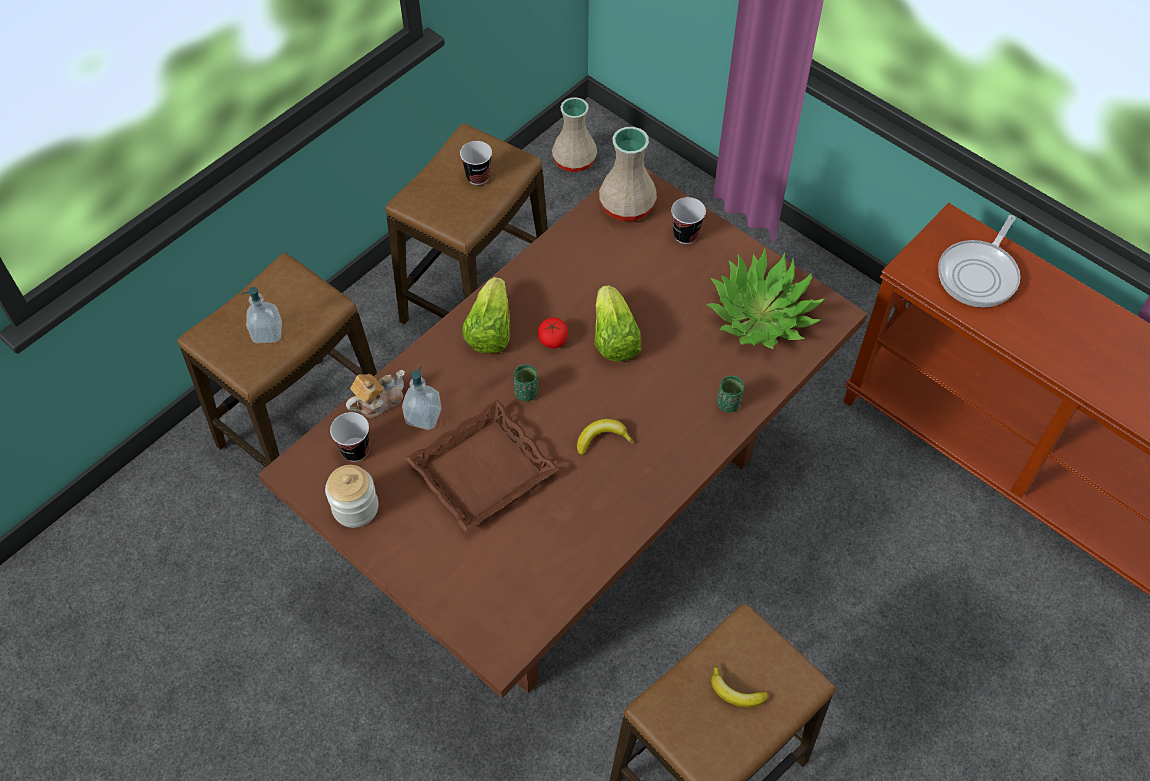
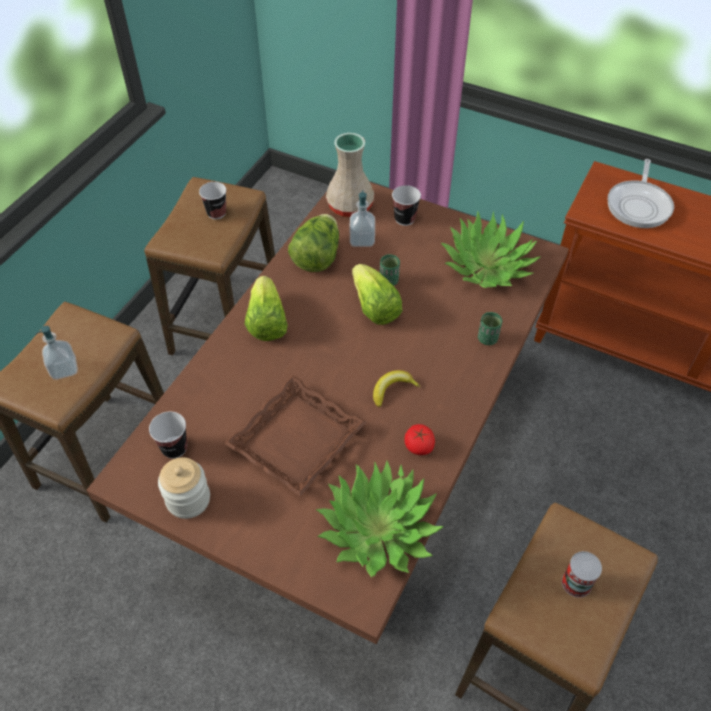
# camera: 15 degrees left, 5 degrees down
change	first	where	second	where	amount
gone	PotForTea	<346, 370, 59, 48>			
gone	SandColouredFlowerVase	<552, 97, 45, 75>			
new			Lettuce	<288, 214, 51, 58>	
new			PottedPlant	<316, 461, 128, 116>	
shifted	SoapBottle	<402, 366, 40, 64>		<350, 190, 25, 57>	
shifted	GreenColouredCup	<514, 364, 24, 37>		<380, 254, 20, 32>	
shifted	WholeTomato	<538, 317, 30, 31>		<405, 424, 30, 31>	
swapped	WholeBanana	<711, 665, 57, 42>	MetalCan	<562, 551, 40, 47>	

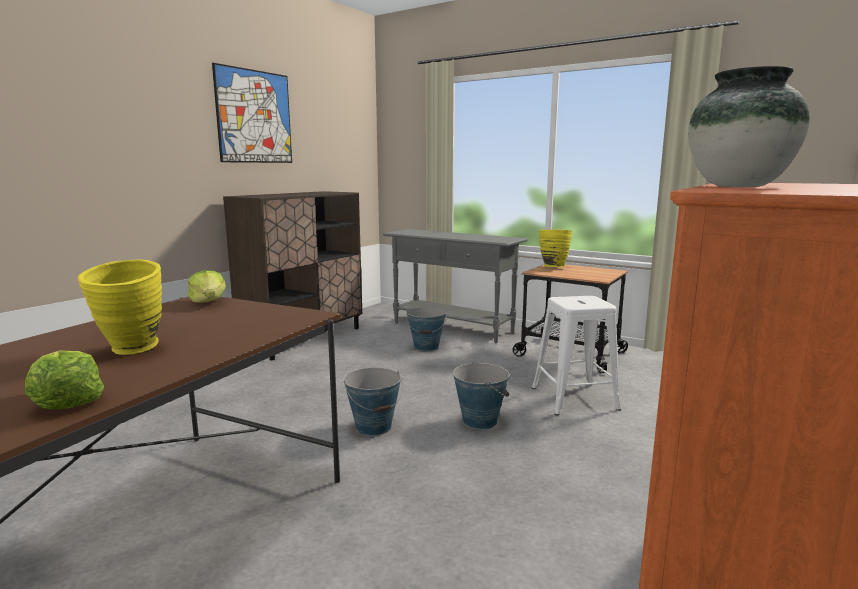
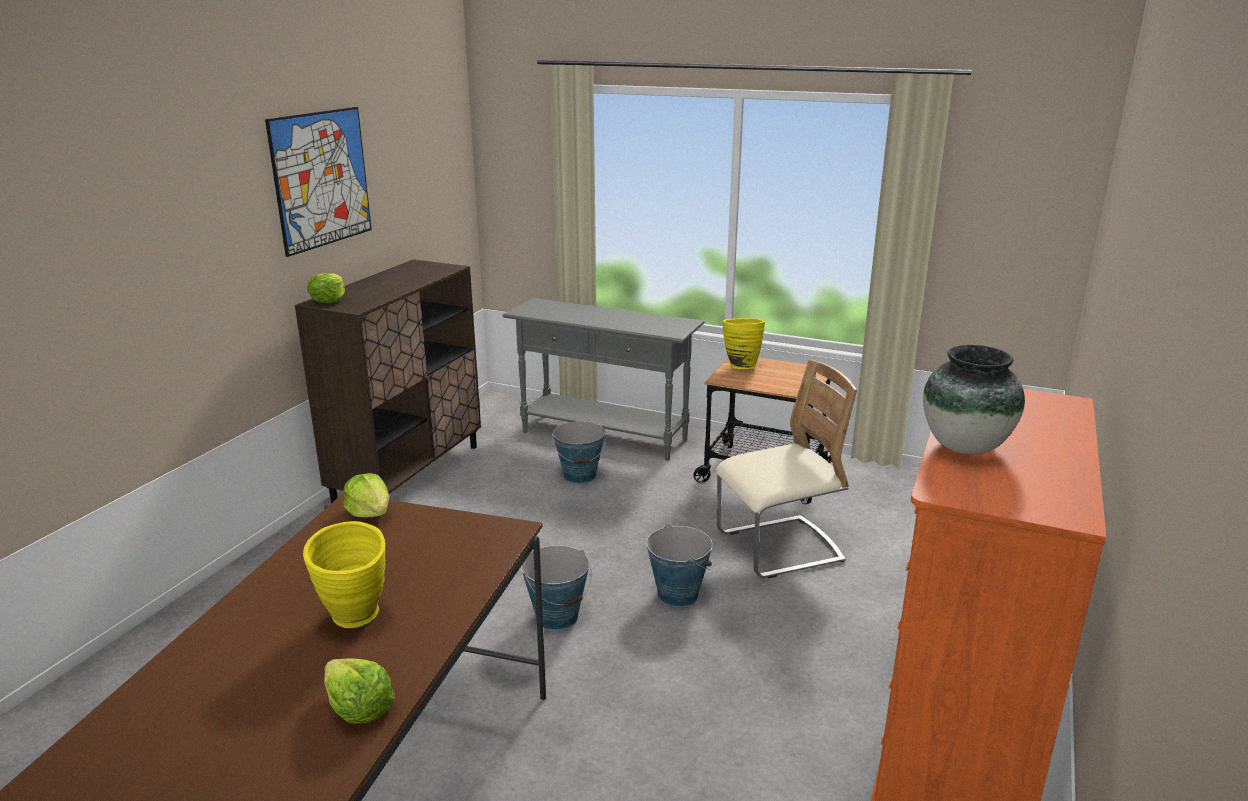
# camera: 10 degrees left, 10 degrees up
change	first	where	second	where	amount
new			Lettuce	<307, 273, 38, 30>	
swapped	WhiteStool	<532, 296, 89, 120>	SandColouredUprightChair	<716, 360, 141, 218>	

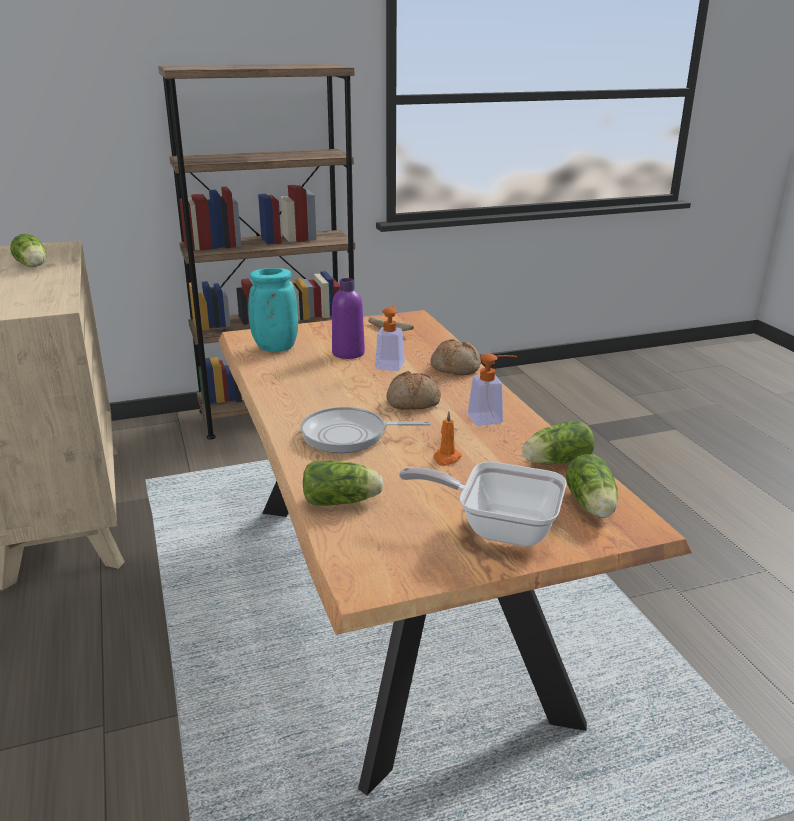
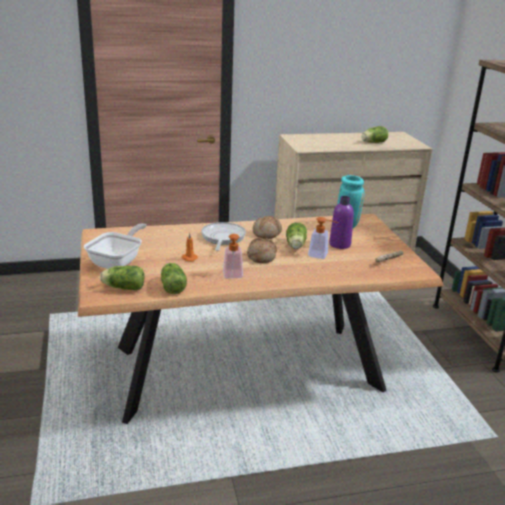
# camera: 95 degrees right, 0 degrees up
change	first	where	second	where	amount
shifted	Lettuce	<303, 461, 81, 45>		<286, 222, 21, 27>	
shifted	BakedBread	<431, 339, 50, 36>		<253, 216, 29, 23>	

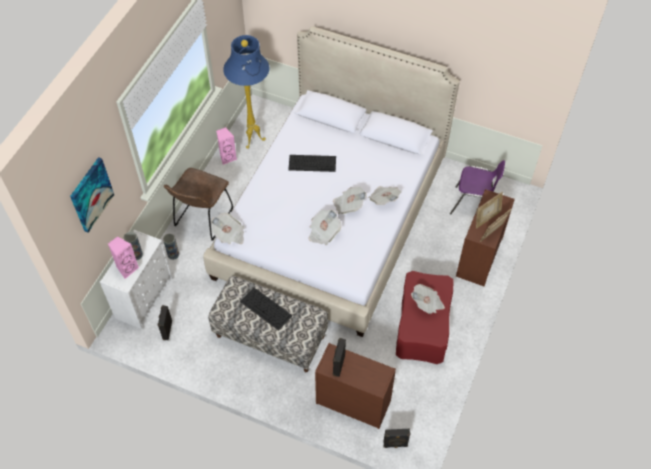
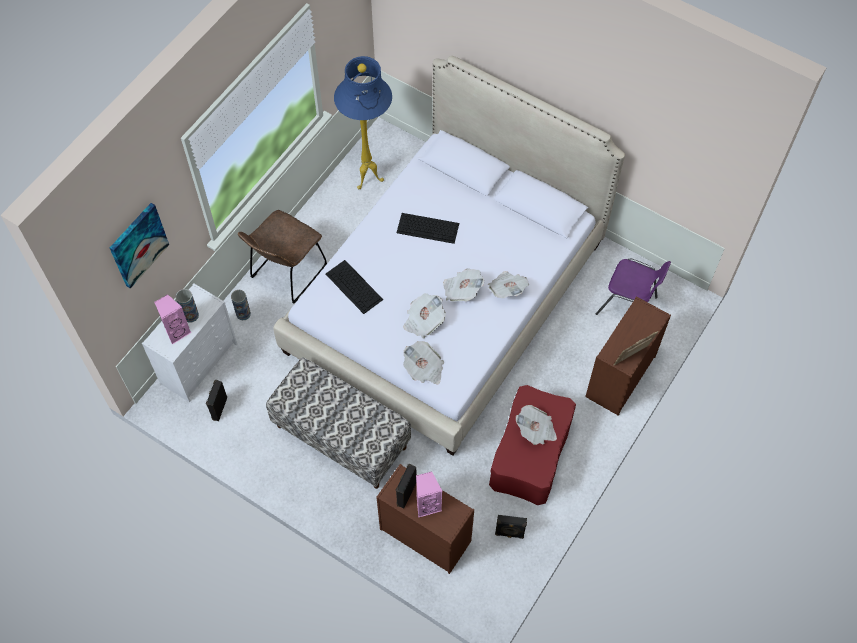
# camera: 10 degrees right, 5 degrees up
change	first	where	second	where	amount
gone	PictureFrame	<476, 192, 27, 36>			
shifted	DailyPaper	<211, 213, 33, 31>		<403, 341, 41, 43>	
shifted	PinkishLoudspeaker	<216, 127, 21, 38>		<416, 472, 26, 46>	
shifted	Keyboard	<240, 288, 53, 43>		<326, 260, 57, 54>	
shifted	BlackLoudspeaker	<383, 429, 28, 19>		<495, 515, 32, 24>	

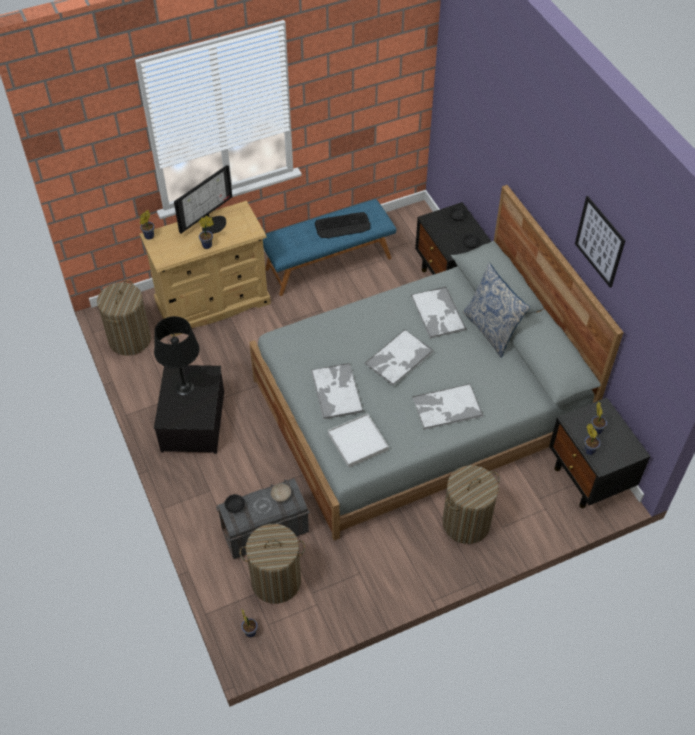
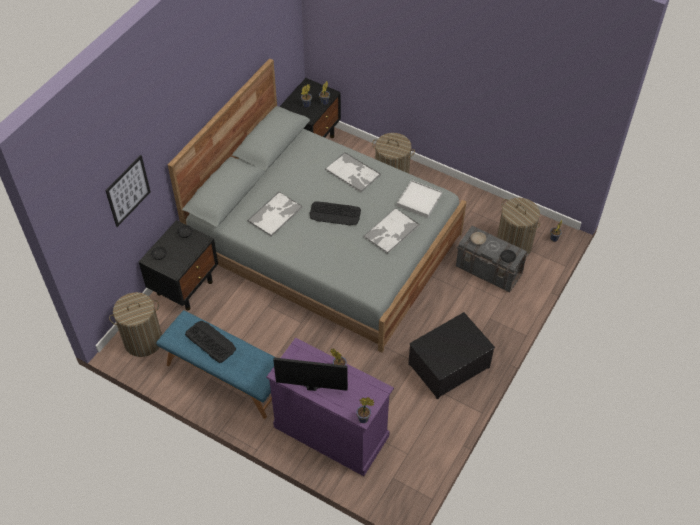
# camera: 125 degrees left, 0 degrees up
change	first	where	second	where	amount
gone	BlackTableLamp	<154, 316, 45, 80>			
gone	Pillow	<463, 263, 67, 95>			
shifted	Hamper	<97, 280, 54, 76>		<109, 292, 53, 65>	
shifted	WallArt	<575, 196, 50, 92>		<105, 155, 46, 72>	
swapped	ServingTray	<365, 330, 69, 56>	Keyboard	<309, 201, 52, 24>	
repainted	SandColouredChestOfDrawers	<139, 201, 132, 136>	PurplishChestOfDrawers	<266, 338, 128, 138>	

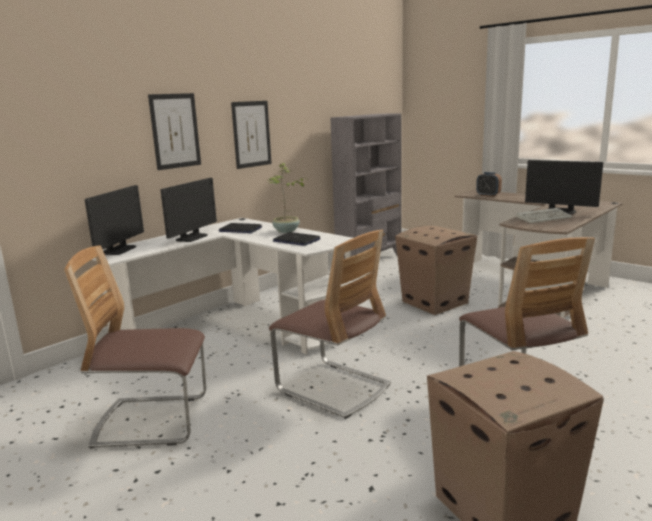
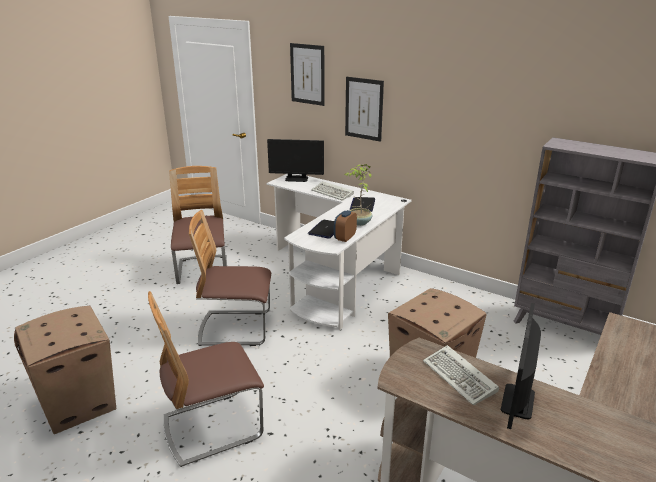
# camera: 80 degrees right, 10 degrees up
change	first	where	second	where	amount
shifted	WallArt	<231, 101, 41, 68>		<290, 43, 35, 63>	
shifted	TableClock	<476, 172, 26, 25>		<334, 210, 23, 32>	
swapped	ComputerScreen	<161, 178, 56, 64>	Keyboard	<311, 181, 43, 20>	
rotated	UprightChair	<269, 230, 122, 189>		<189, 210, 82, 136>	60 degrees clockwise

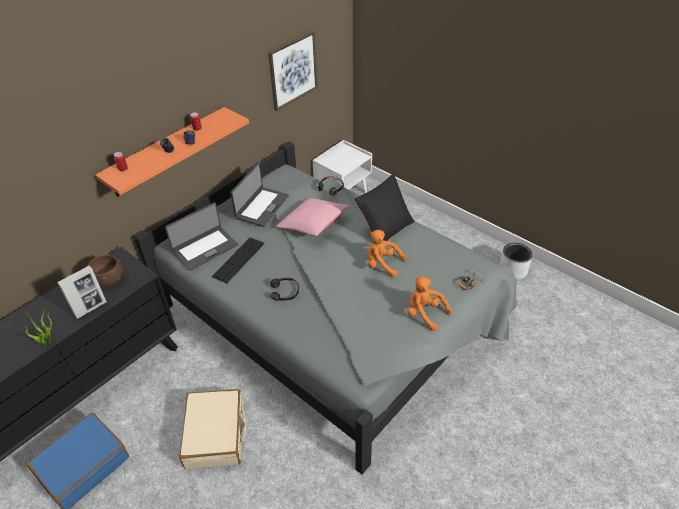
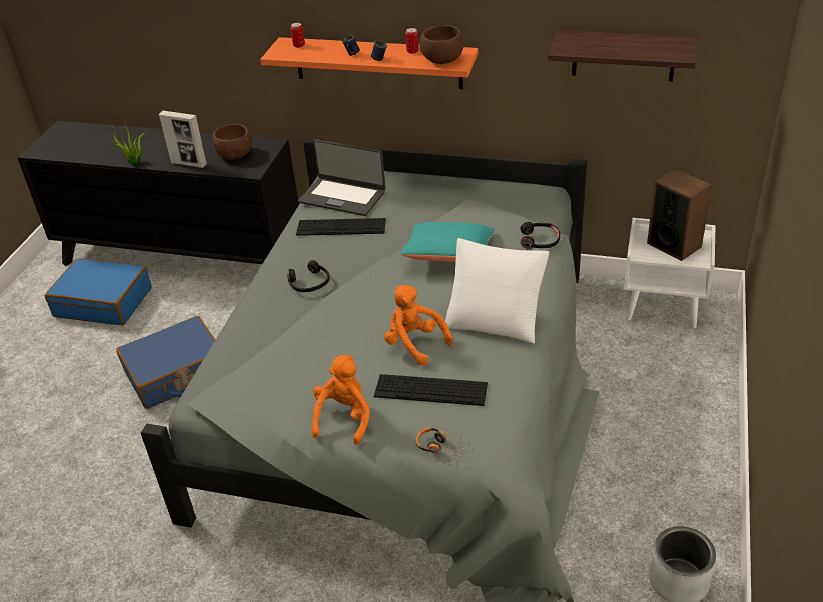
# camera: 65 degrees right, 5 degrees down
change	first	where	second	where	amount
gone	Laptop	<230, 163, 59, 64>			
new			Keyboard	<374, 374, 114, 32>	
new			BrownDeepDish	<420, 25, 43, 39>	
new			Loudspeaker	<647, 169, 65, 92>	
swapped	WallArt	<268, 31, 50, 80>	WallShelf	<548, 30, 149, 51>	
repainted	SandColouredTravelCase	<179, 389, 67, 80>	BlueColouredTravelCase	<116, 316, 99, 93>	
repainted	PinkishPillow	<276, 198, 73, 38>	BlueGreenPillow	<400, 222, 95, 40>	
repainted	BlackPillow	<355, 174, 60, 67>	WhitePillow	<445, 238, 104, 106>	
rotated	OrangeySoftToy	<367, 230, 39, 47>		<384, 285, 69, 81>	45 degrees counterclockwise

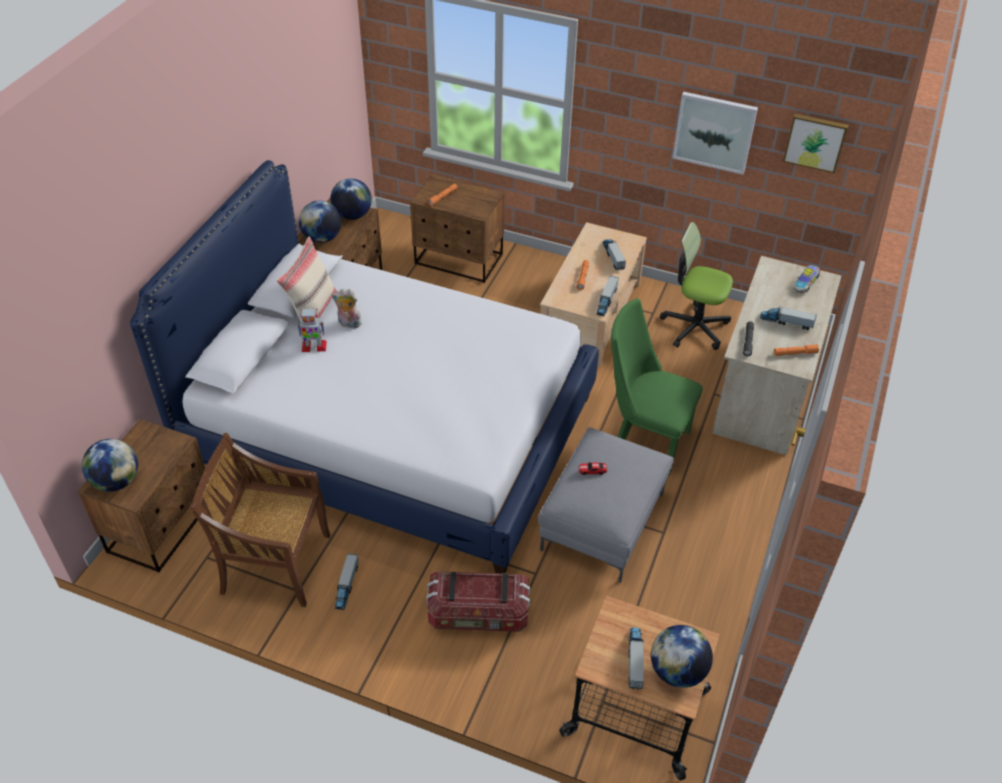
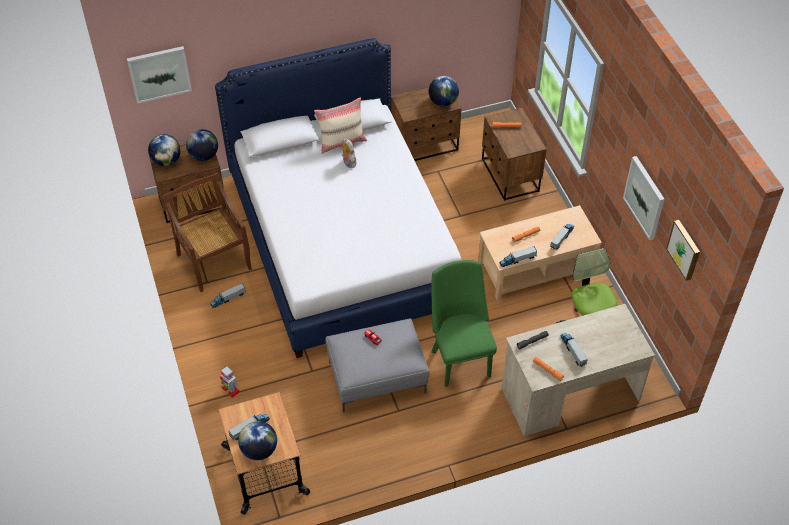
# camera: 50 degrees right, 5 degrees up
change	first	where	second	where	amount
gone	StorageBin	<426, 572, 104, 60>			
gone	ModelCar	<793, 265, 27, 28>			
new			WallArt	<127, 46, 65, 58>	
shifted	ToyRobot	<297, 309, 30, 43>		<220, 366, 20, 32>	
shifted	Globe	<299, 201, 42, 42>		<186, 129, 32, 32>	

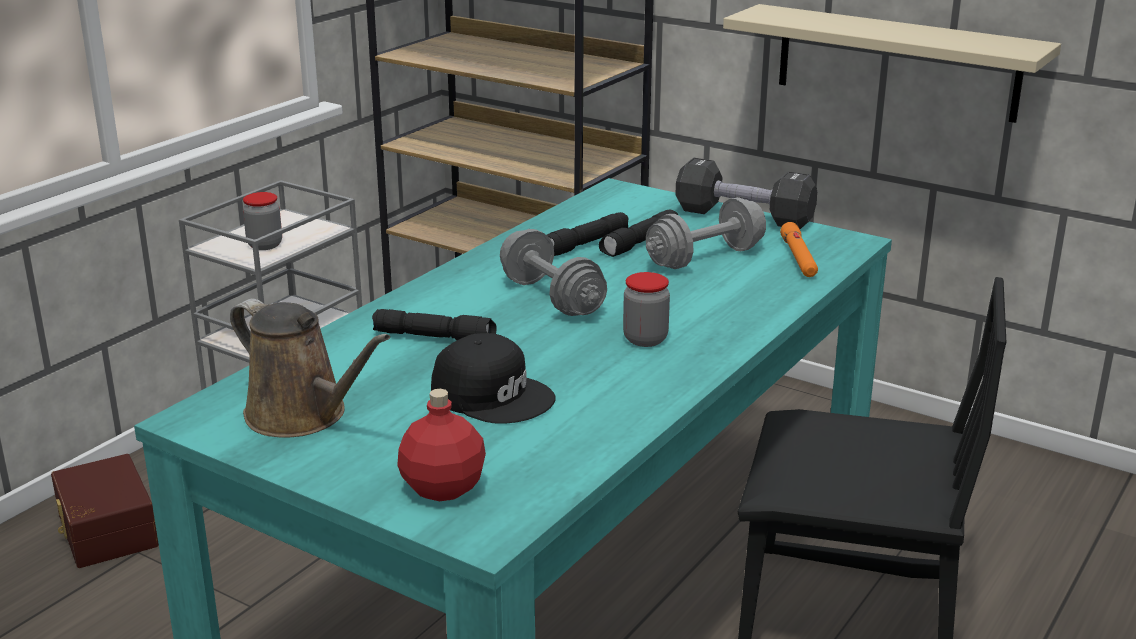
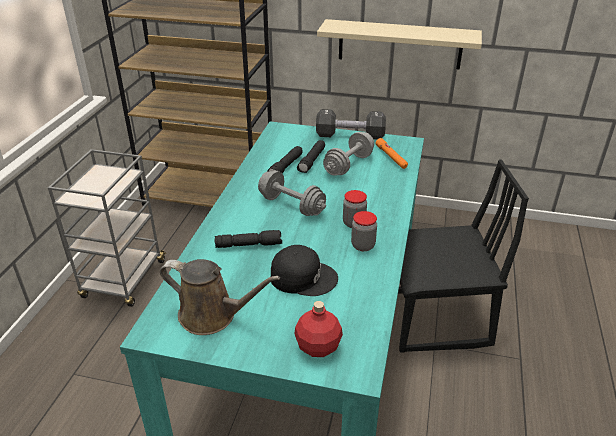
# camera: 20 degrees left, 10 degrees up
change	first	where	second	where	amount
gone	BrownStorageBin	<51, 454, 108, 114>			
shifted	PreserveJar	<243, 192, 39, 58>		<351, 211, 26, 40>	

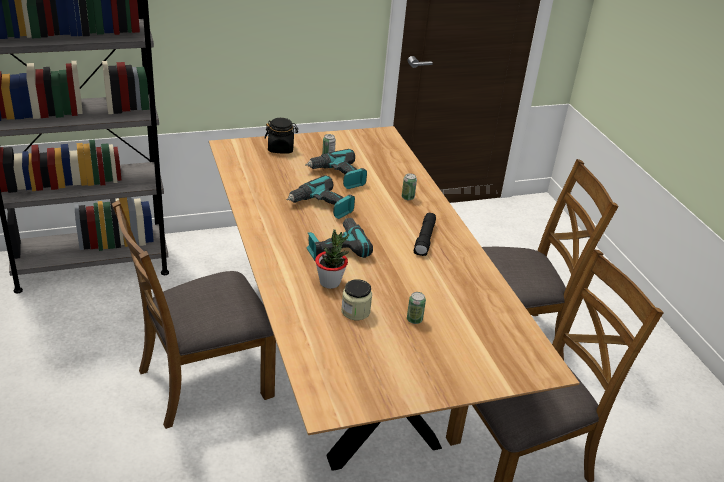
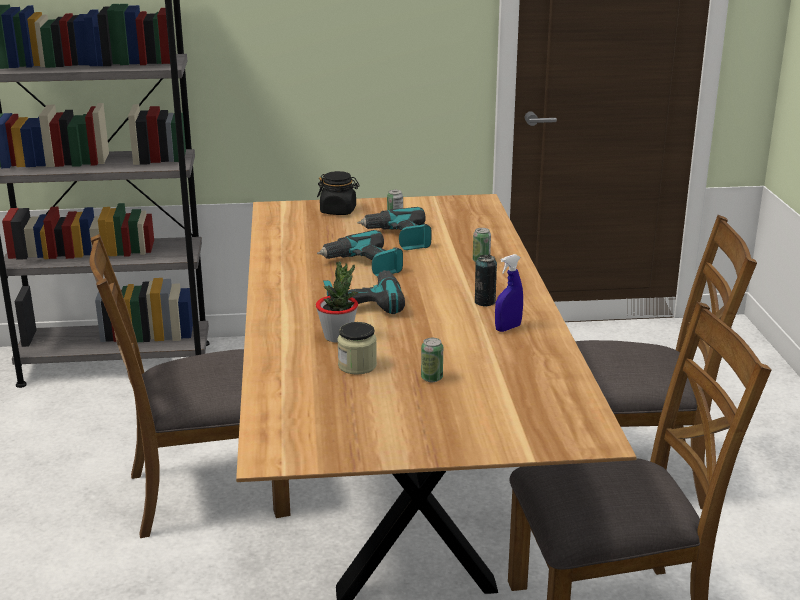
# camera: 15 degrees right, 10 degrees down
change	first	where	second	where	amount
new			BlueColouredHandSprayer	<495, 254, 28, 78>	
swapped	BlackTorch	<414, 213, 22, 43>	MetalCan	<475, 255, 22, 52>	

